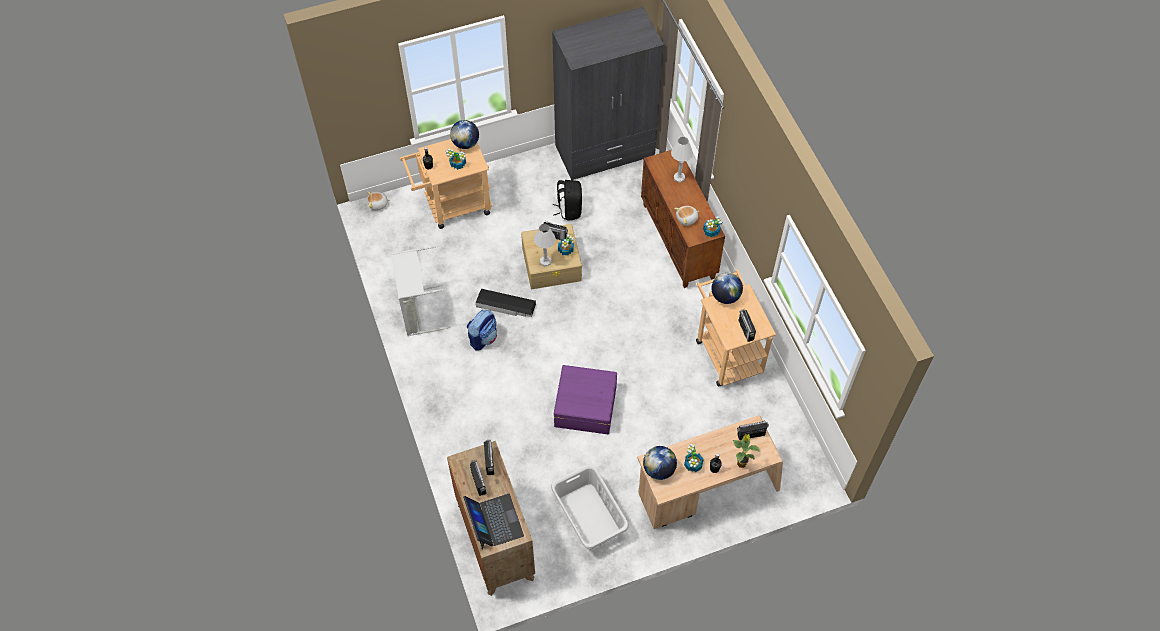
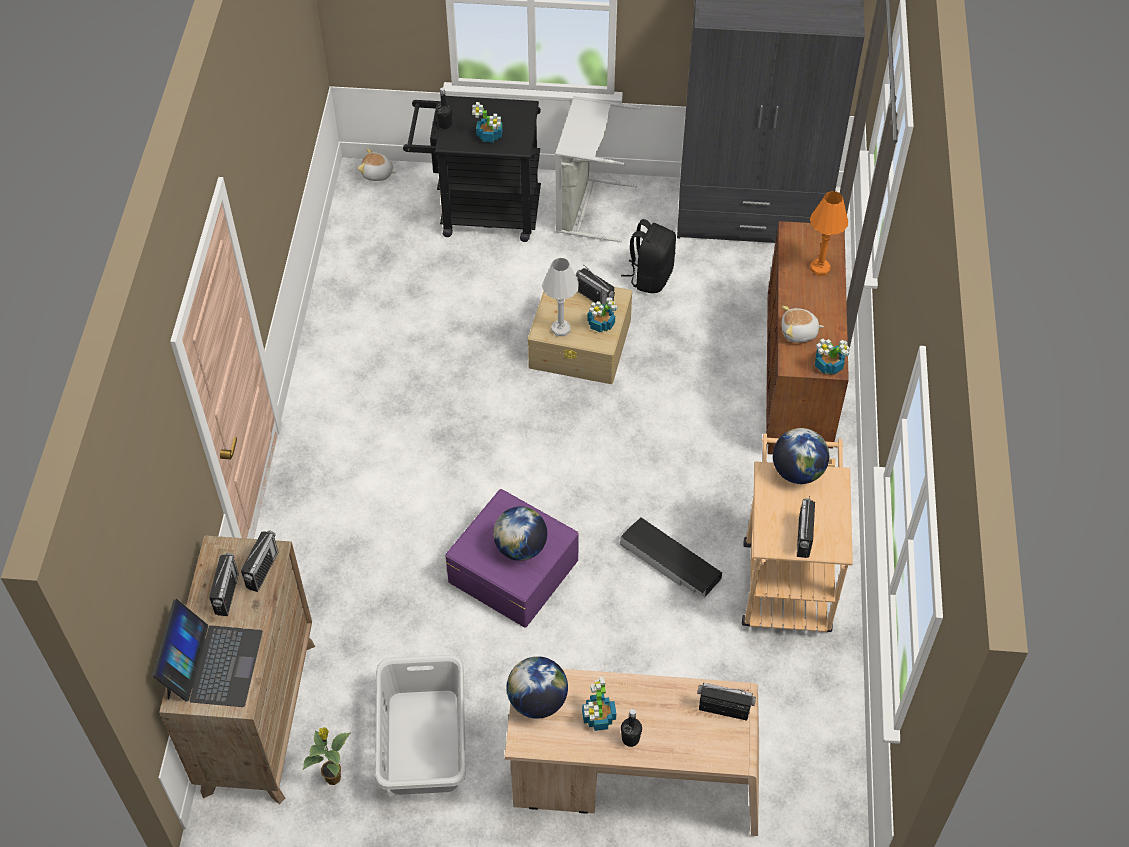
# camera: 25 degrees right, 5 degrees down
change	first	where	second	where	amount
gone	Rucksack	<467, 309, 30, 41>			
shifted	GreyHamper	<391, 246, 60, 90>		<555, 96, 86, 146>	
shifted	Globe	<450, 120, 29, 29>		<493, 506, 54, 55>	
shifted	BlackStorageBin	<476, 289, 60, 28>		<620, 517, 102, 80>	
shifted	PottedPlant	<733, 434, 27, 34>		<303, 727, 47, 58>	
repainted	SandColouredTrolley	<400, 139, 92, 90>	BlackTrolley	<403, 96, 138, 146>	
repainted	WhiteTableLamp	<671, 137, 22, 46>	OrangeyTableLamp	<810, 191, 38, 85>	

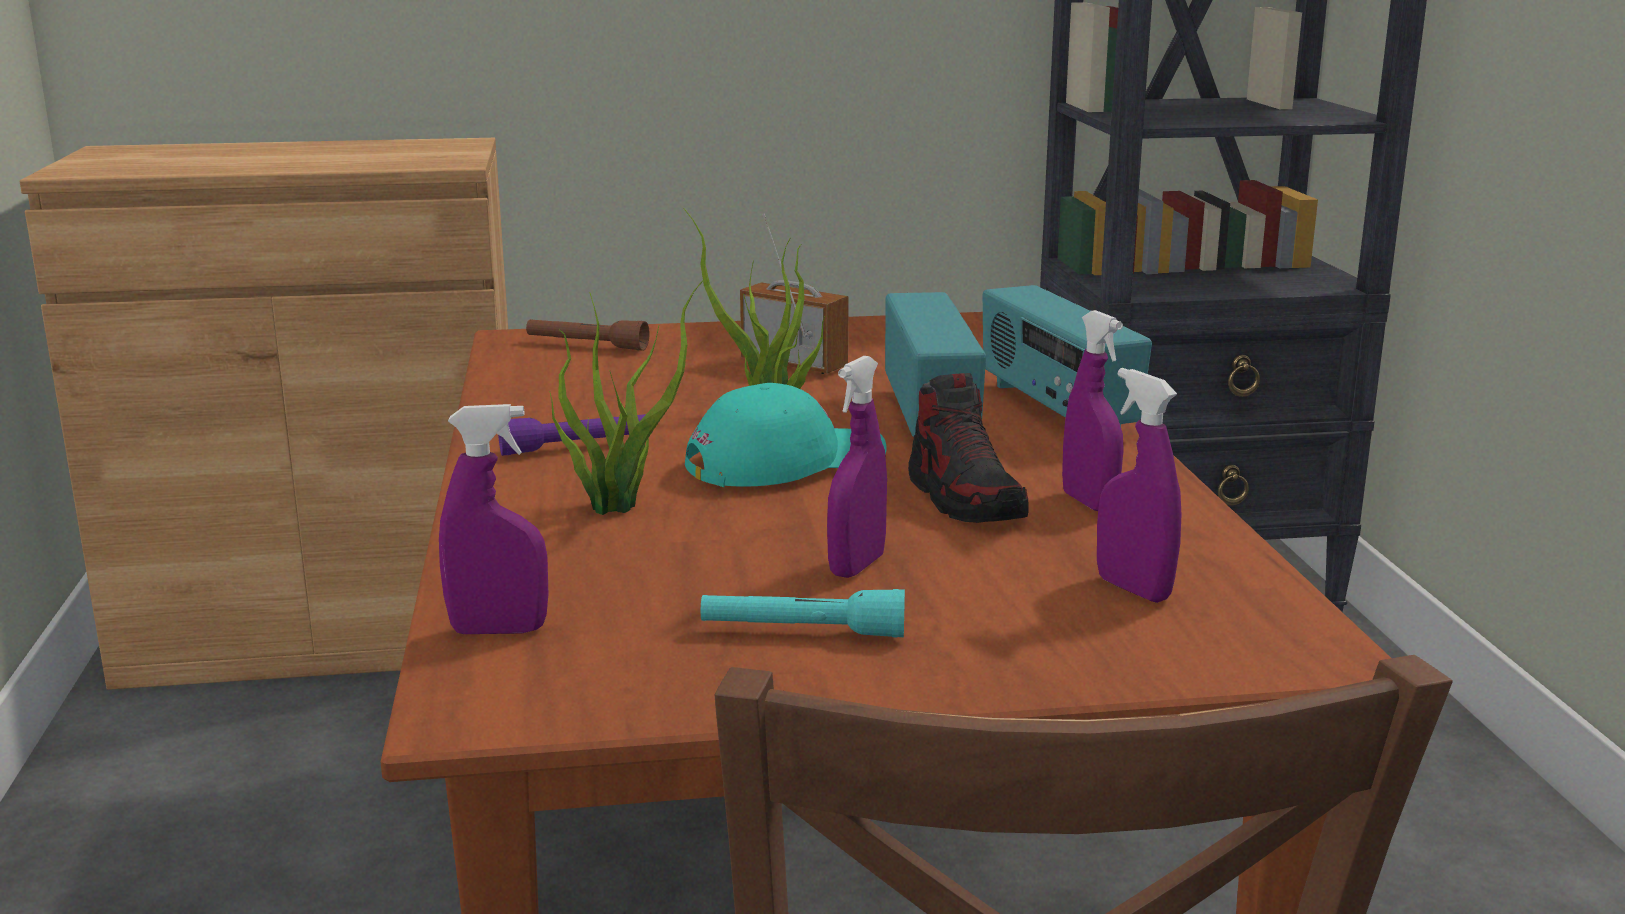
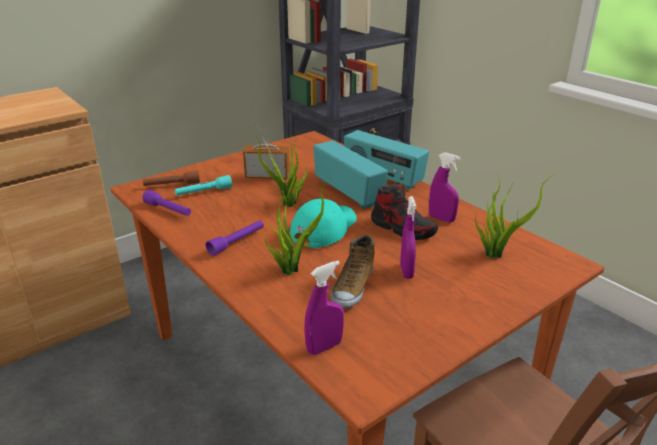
# camera: 30 degrees left, 10 degrees up
change	first	where	second	where	amount
new			PurplishTorch	<142, 190, 49, 26>	
new			LowShoe	<331, 234, 44, 74>	
shifted	BlueGreenTorch	<701, 589, 204, 49>		<175, 175, 57, 21>	
swapped	PurplishHandSprayer	<1097, 368, 84, 235>	PottedPlant	<475, 172, 81, 87>	

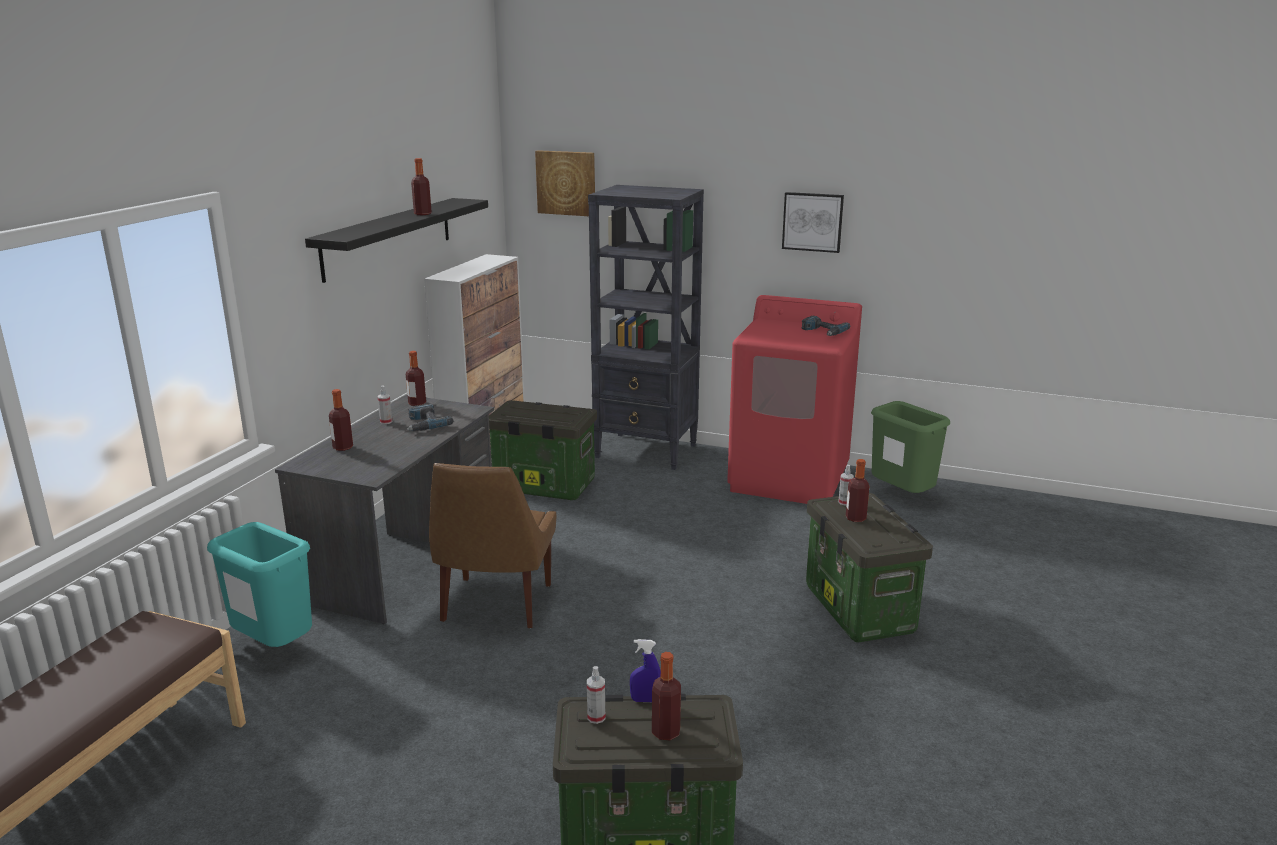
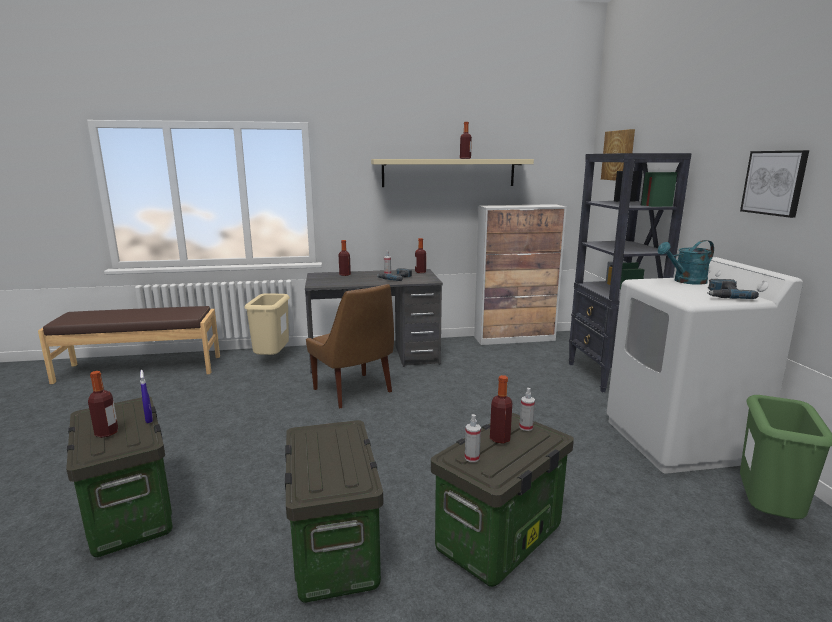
# camera: 60 degrees right, 5 degrees down
change	first	where	second	where	amount
new			BlueGreenWateringCan	<658, 240, 56, 45>	
shifted	StorageBin	<489, 400, 108, 100>		<285, 420, 98, 183>	
shifted	HandSprayer	<587, 666, 18, 58>		<465, 414, 16, 48>	
repainted	BlueGreenRubbishBin	<207, 522, 105, 125>	SandColouredRubbishBin	<244, 293, 46, 62>	
repainted	BlackWallShelf	<305, 198, 183, 85>	SandColouredWallShelf	<371, 159, 163, 28>	
repainted	RedColouredWashingMachine	<727, 295, 135, 209>	WhiteWashingMachine	<606, 257, 197, 216>	
rotated	BrownUprightChair	<429, 463, 127, 165>		<306, 284, 88, 125>	105 degrees counterclockwise

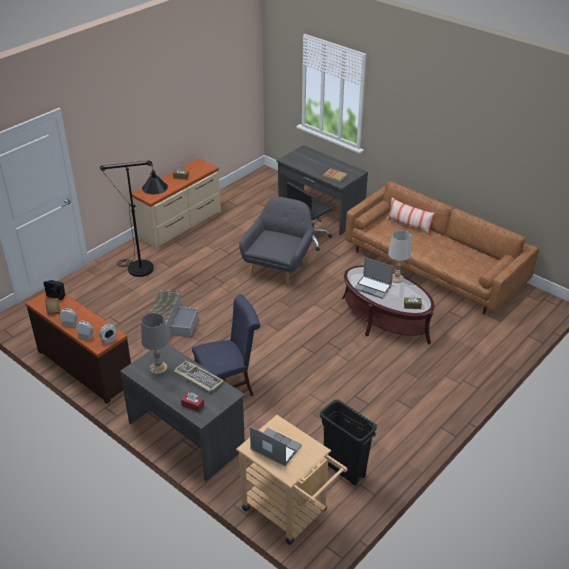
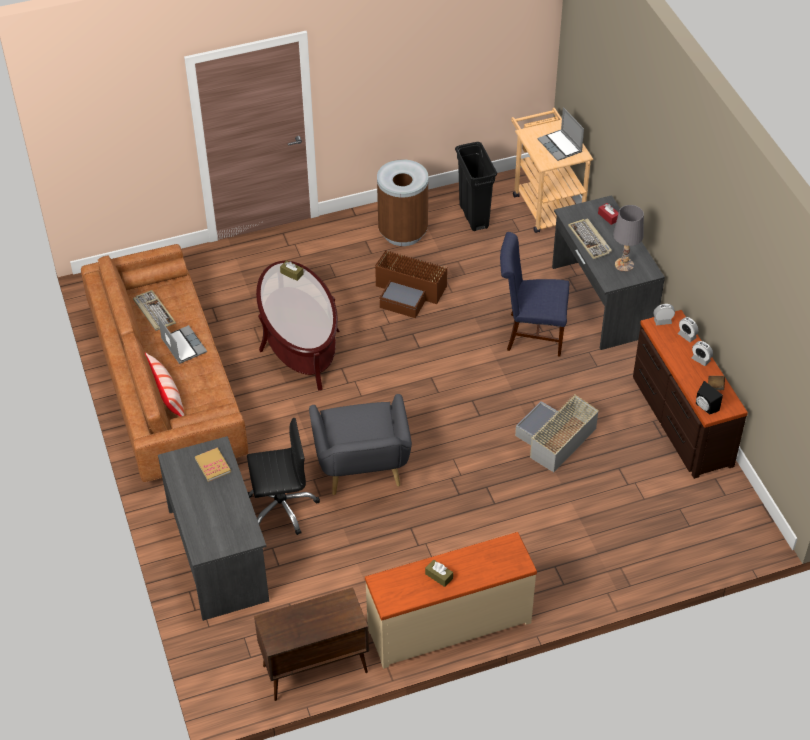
# camera: 150 degrees left, 10 degrees up
change	first	where	second	where	amount
gone	BlackStandardLamp	<100, 161, 68, 116>			
gone	WhiteTableLamp	<388, 230, 23, 53>			
new			Keyboard	<133, 290, 43, 41>	
new			BrownCupboard	<254, 587, 115, 114>	
new			BrownStorageBin	<375, 249, 72, 69>	
new			BrownRubbishBin	<377, 159, 51, 87>	
shifted	Laptop	<354, 257, 40, 41>		<158, 316, 49, 48>	
rotated	GreyArmchair	<239, 197, 75, 90>		<309, 394, 103, 101>	60 degrees counterclockwise

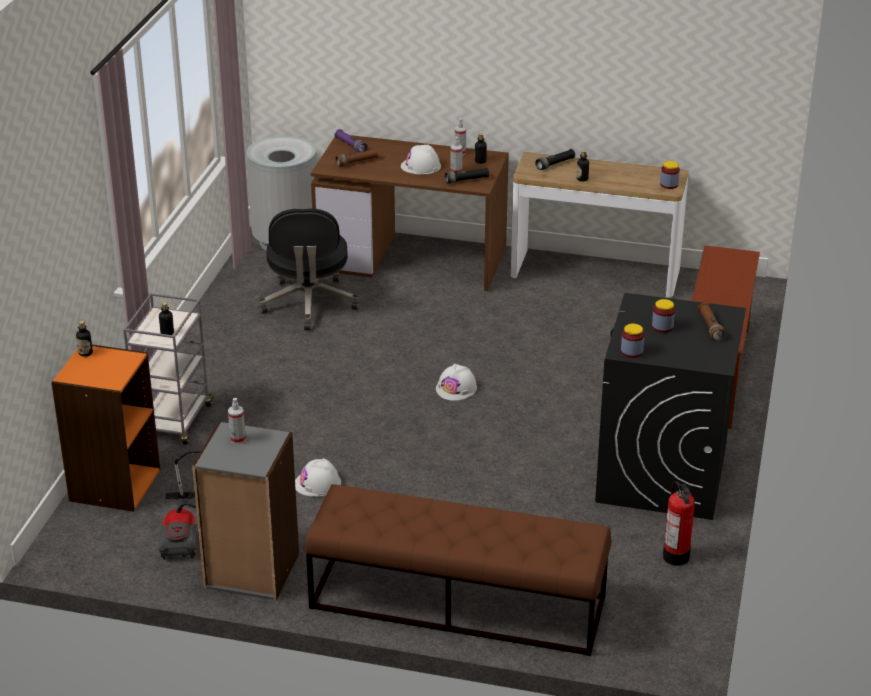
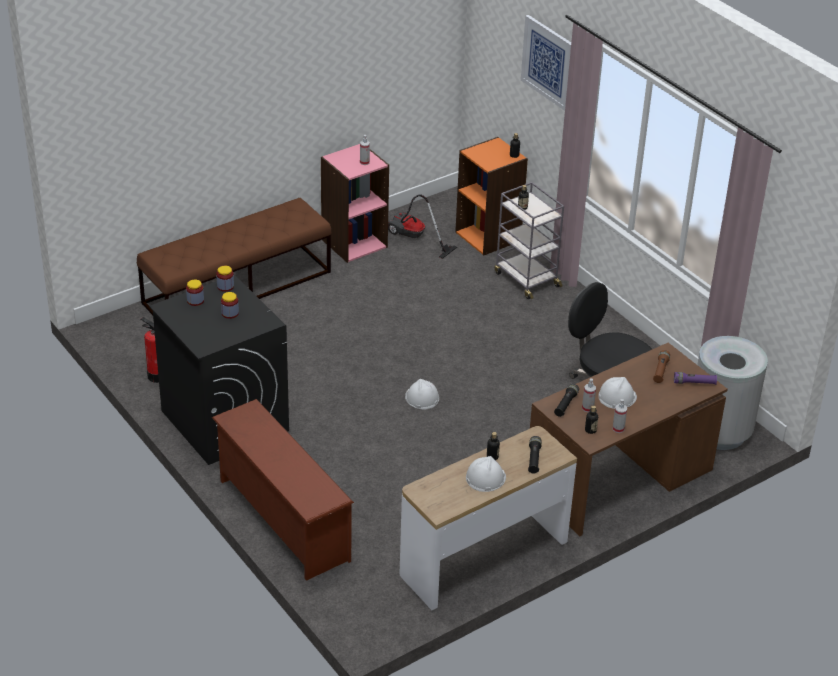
# camera: 130 degrees right, 5 degrees up
change	first	where	second	where	amount
gone	BrownTorch	<698, 303, 27, 38>			
new			WallArt	<521, 15, 50, 96>	
shifted	WhiteWorkHelmet	<295, 458, 46, 39>		<466, 456, 40, 36>	
shifted	PreserveJar	<660, 161, 20, 28>		<186, 280, 18, 26>	
repainted	GreyBookcase	<192, 421, 107, 180>	PinkishBookcase	<321, 144, 68, 119>	

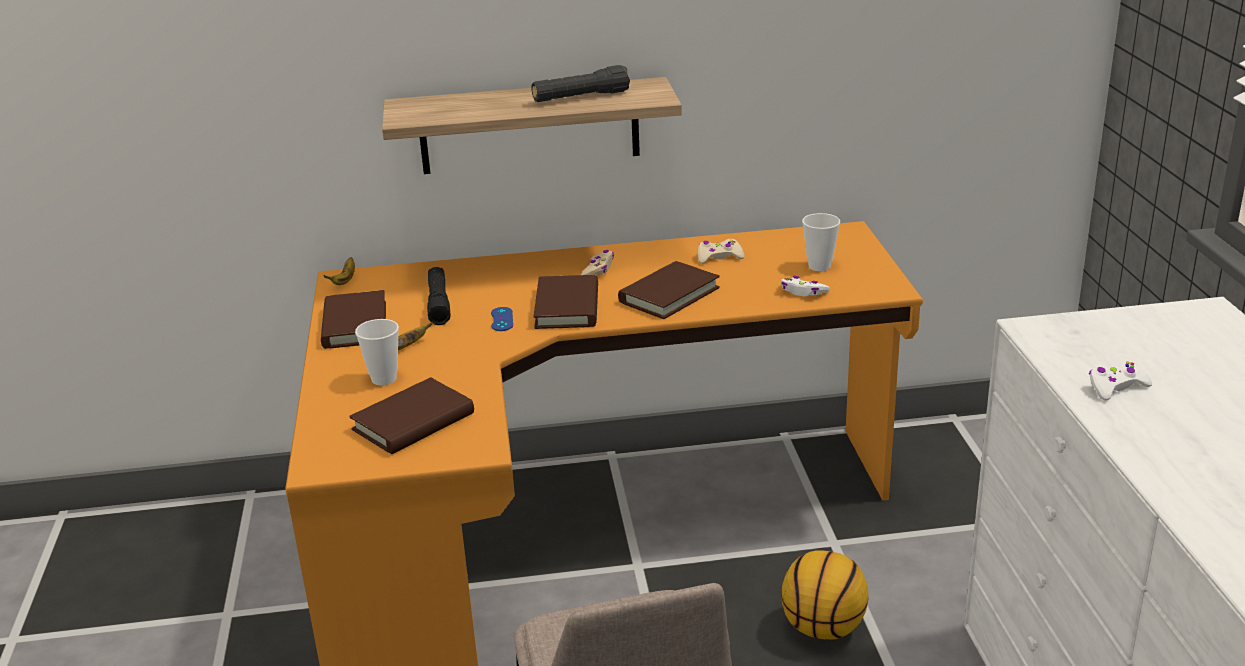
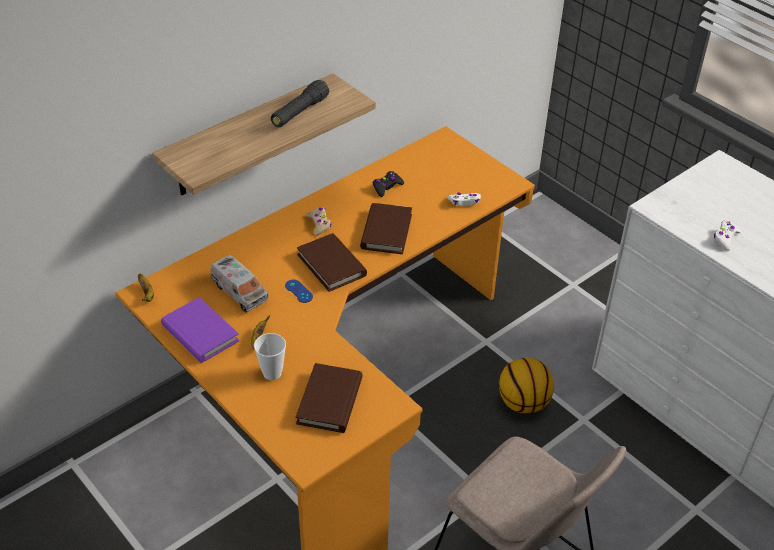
# camera: 35 degrees left, 15 degrees up
change	first	where	second	where	amount
gone	Cup	<802, 213, 38, 58>			
swapped	BlackTorch	<427, 267, 24, 58>	ModelTruck	<210, 255, 59, 57>	
repainted	BrownBook	<321, 290, 65, 59>	PurplishBook	<161, 297, 79, 66>	
repainted	SandColouredJoypad	<698, 239, 46, 25>	BlackJoypad	<372, 171, 32, 26>	

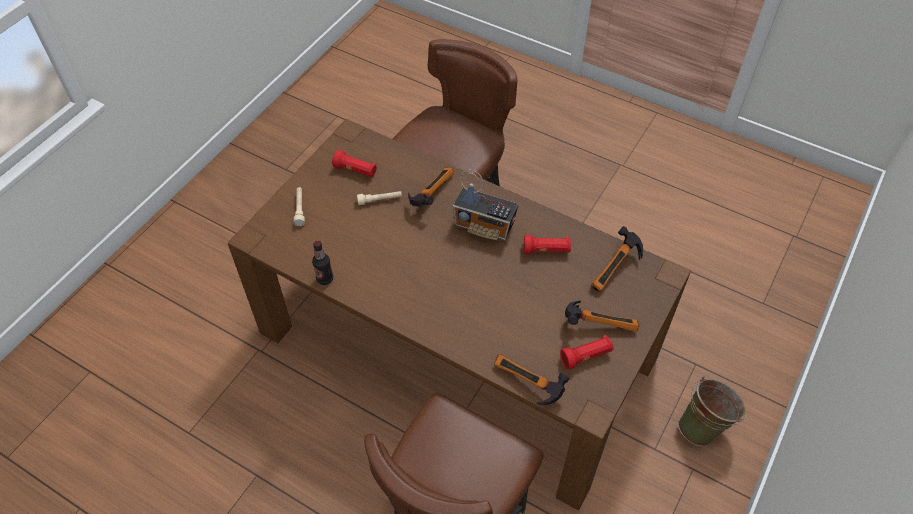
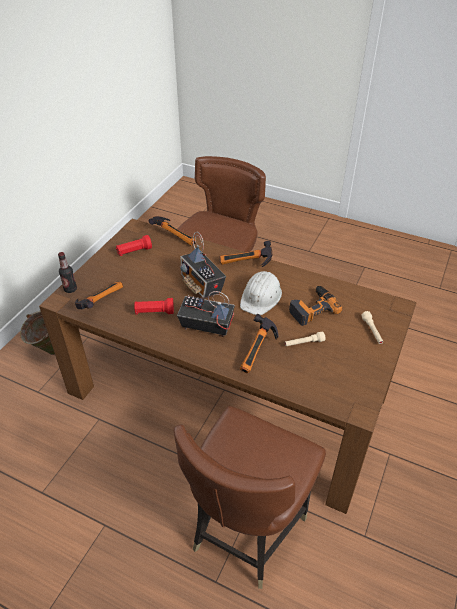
# camera: 175 degrees right, 10 degrees down
change	first	where	second	where	amount
gone	RedColouredTorch	<332, 150, 45, 27>			
new			Radio	<180, 232, 46, 67>	
new			WhiteWorkHelmet	<240, 271, 42, 44>	
new			ElectricDrill	<289, 286, 53, 40>	
shifted	Bottle	<312, 241, 21, 44>		<58, 252, 19, 41>	
shifted	Hammer	<565, 301, 74, 31>		<220, 241, 52, 26>	

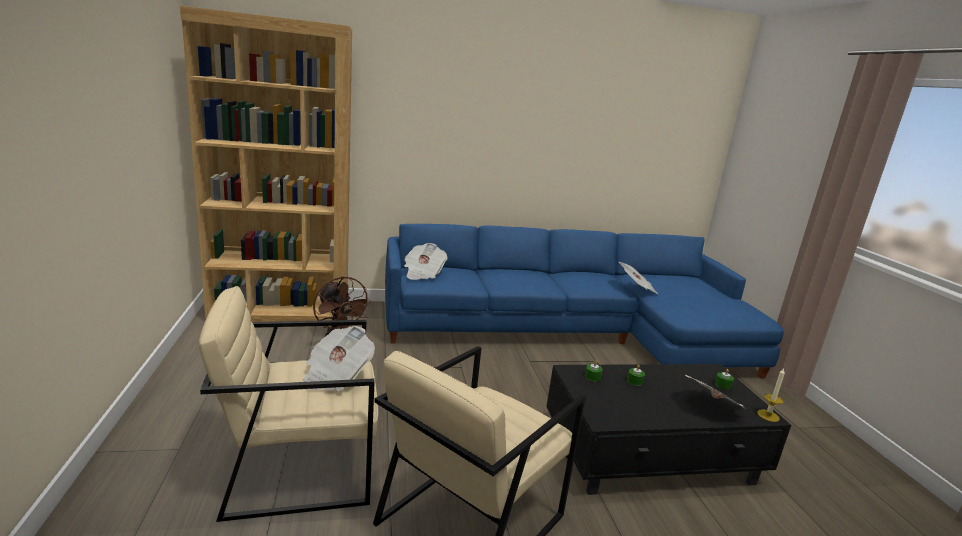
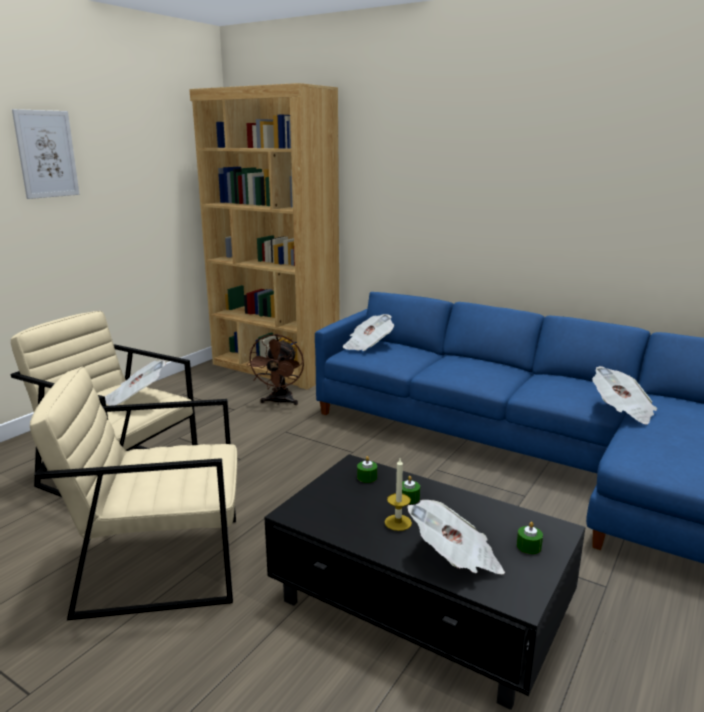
# camera: 45 degrees right, 0 degrees up
change	first	where	second	where	amount
new			WallArt	<12, 109, 68, 90>	
shifted	WaxLight	<757, 369, 28, 53>		<385, 458, 27, 73>	

